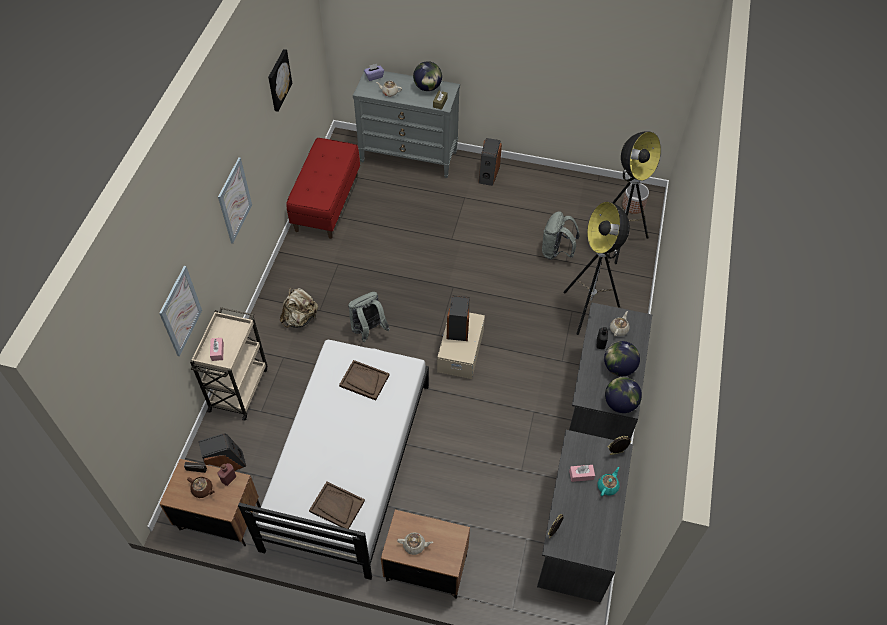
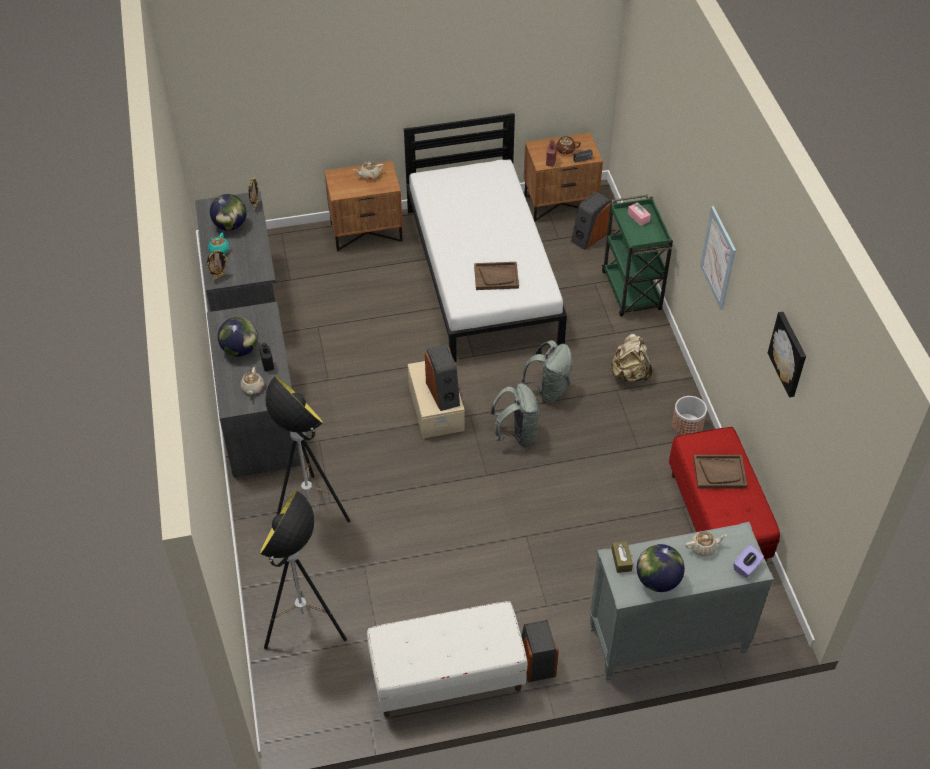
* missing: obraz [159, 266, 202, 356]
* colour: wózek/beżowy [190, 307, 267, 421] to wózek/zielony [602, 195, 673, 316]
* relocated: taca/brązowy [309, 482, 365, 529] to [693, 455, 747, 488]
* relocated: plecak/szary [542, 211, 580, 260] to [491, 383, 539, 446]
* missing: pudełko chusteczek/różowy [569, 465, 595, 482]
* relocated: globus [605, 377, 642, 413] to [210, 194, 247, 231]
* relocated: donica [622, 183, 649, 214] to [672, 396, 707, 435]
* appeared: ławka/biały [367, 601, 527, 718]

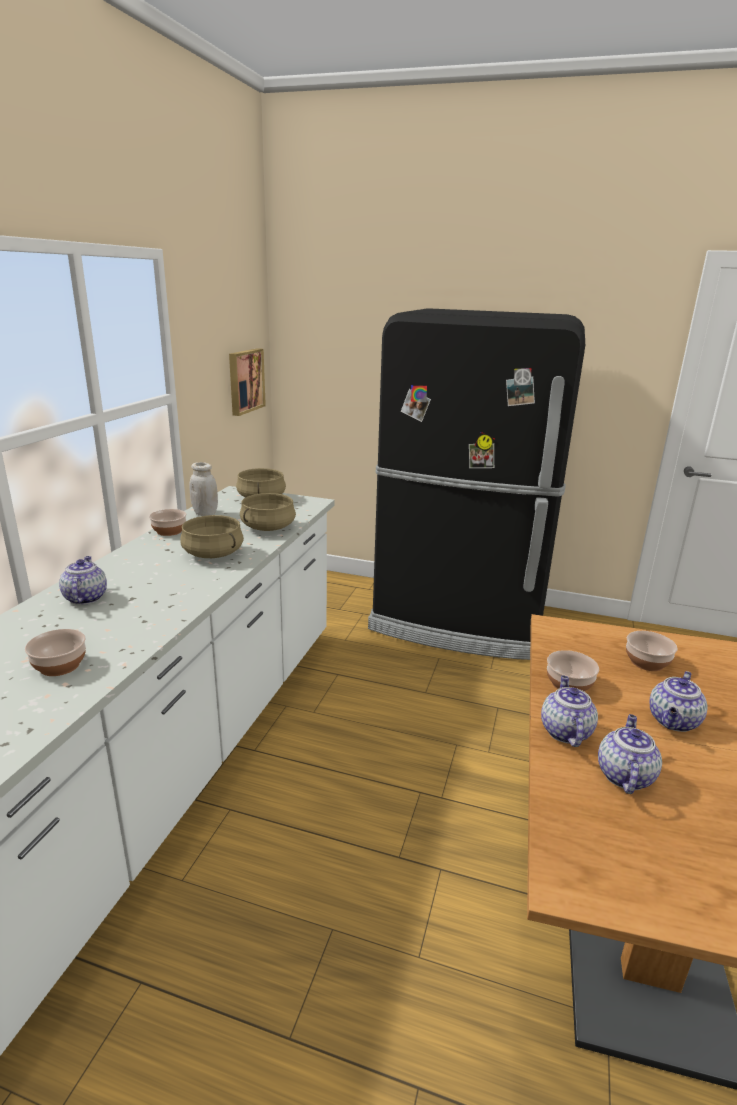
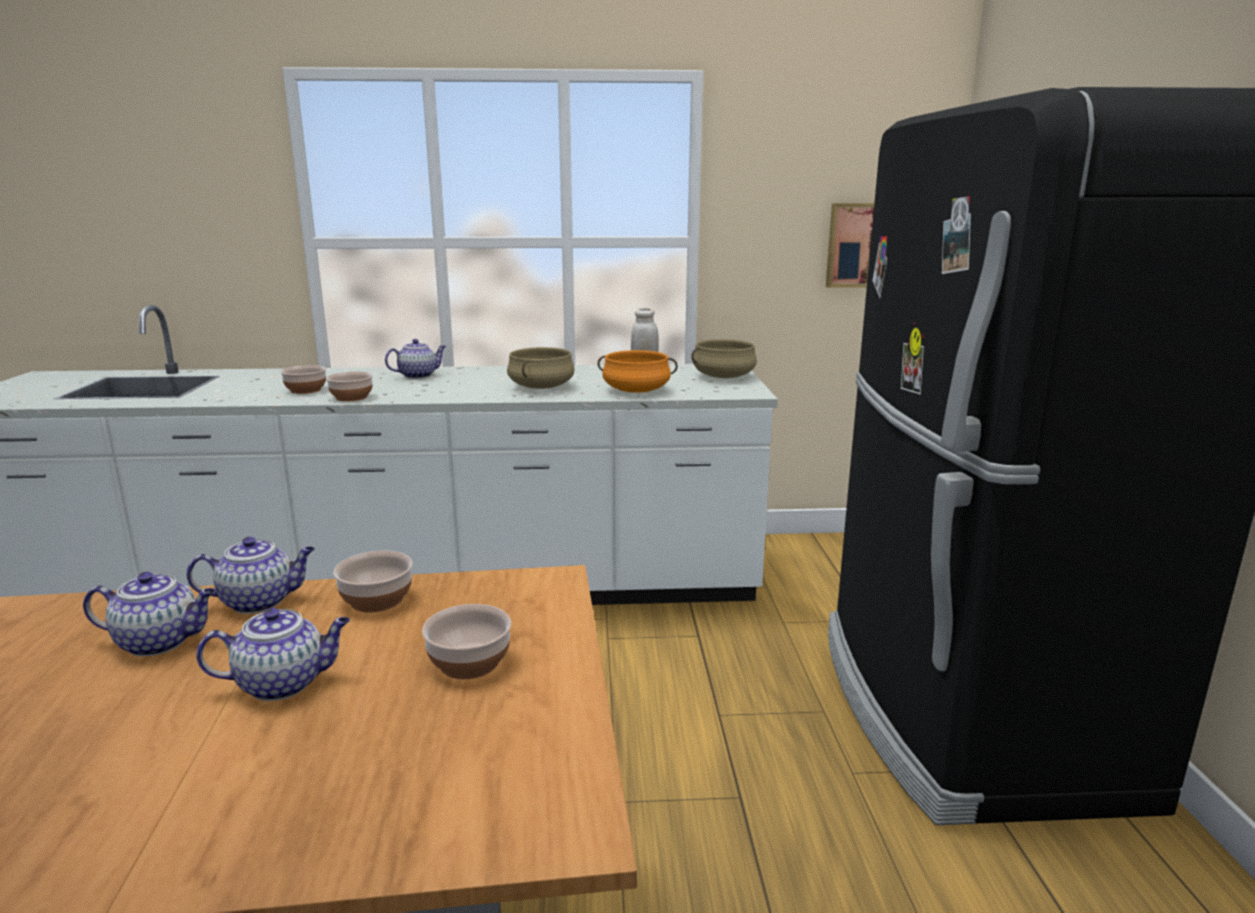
* relocated: miska [149, 509, 186, 536] to [326, 371, 373, 401]
* colour: garnek/beżowy [240, 493, 296, 531] to garnek/pomarańczowy [598, 350, 678, 393]
* spun: imbryk [650, 671, 708, 732] = [196, 608, 350, 701] 150 degrees clockwise

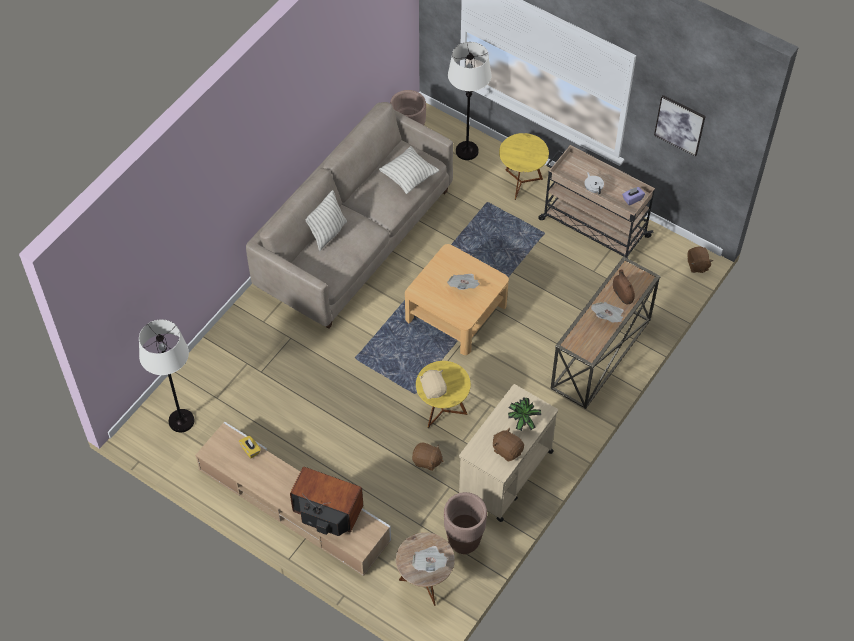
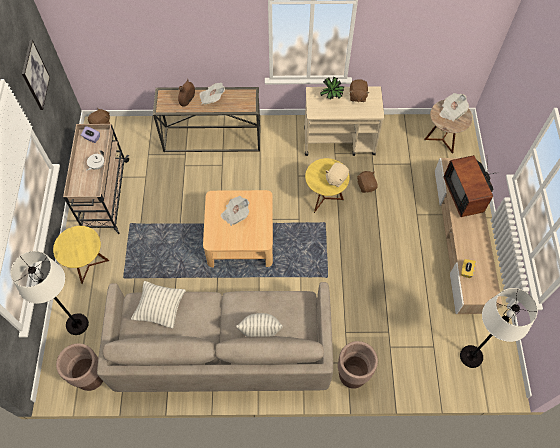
* relocated: donica/brązowy [444, 492, 487, 554] to [338, 341, 378, 389]

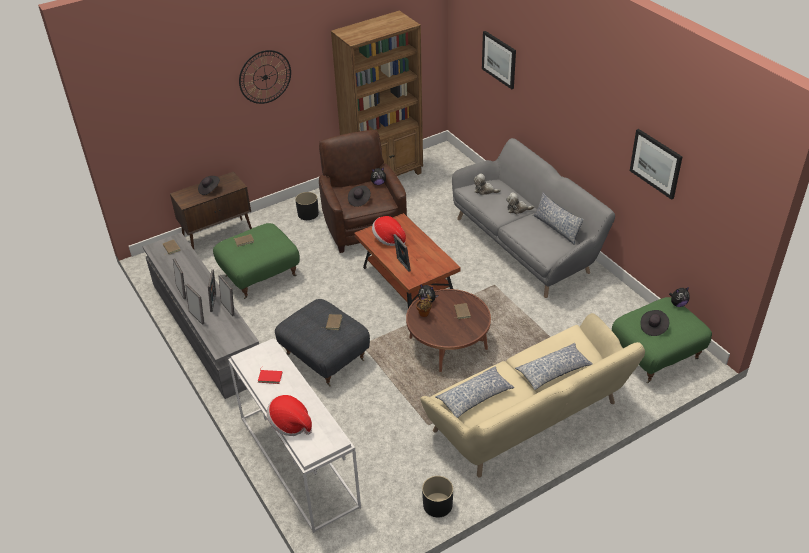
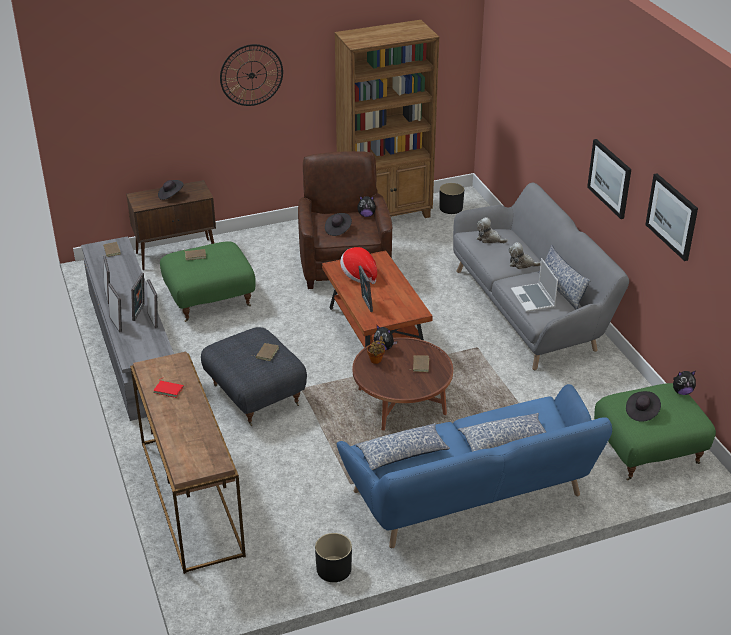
* colour: stolik konsolowy/biały [228, 338, 361, 533] to stolik konsolowy/brązowy [130, 352, 246, 574]
* missing: kapelusz [267, 395, 312, 436]
* relocated: donica/czarny [295, 192, 319, 220] to [439, 183, 464, 214]
* colour: kanapa/beżowy [420, 313, 645, 477] to kanapa/niebieski [337, 384, 612, 548]
* relocated: obraz [482, 31, 516, 89] to [587, 139, 631, 219]
* appeared: laptop [511, 258, 558, 312]

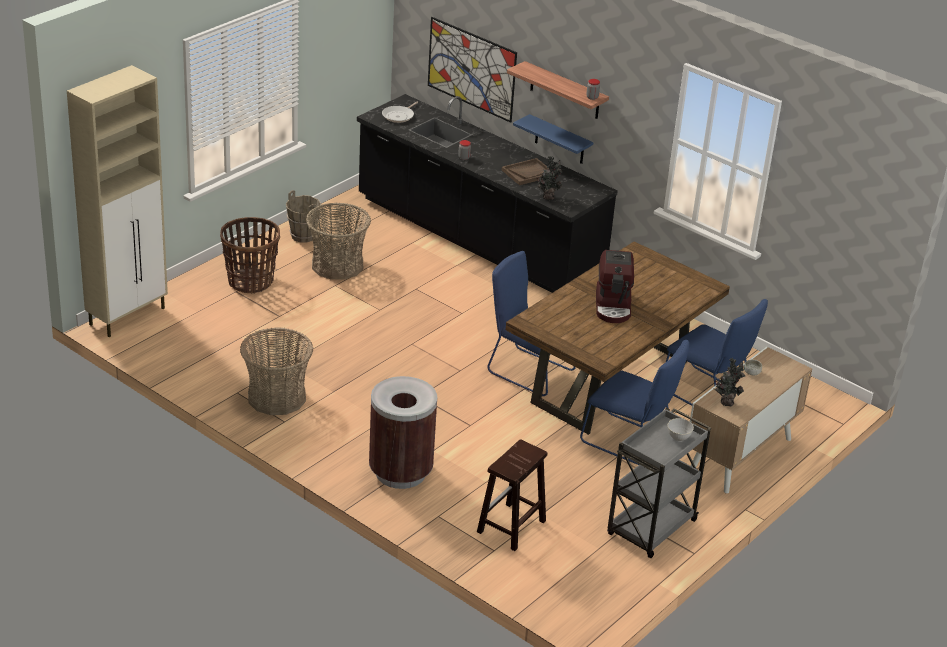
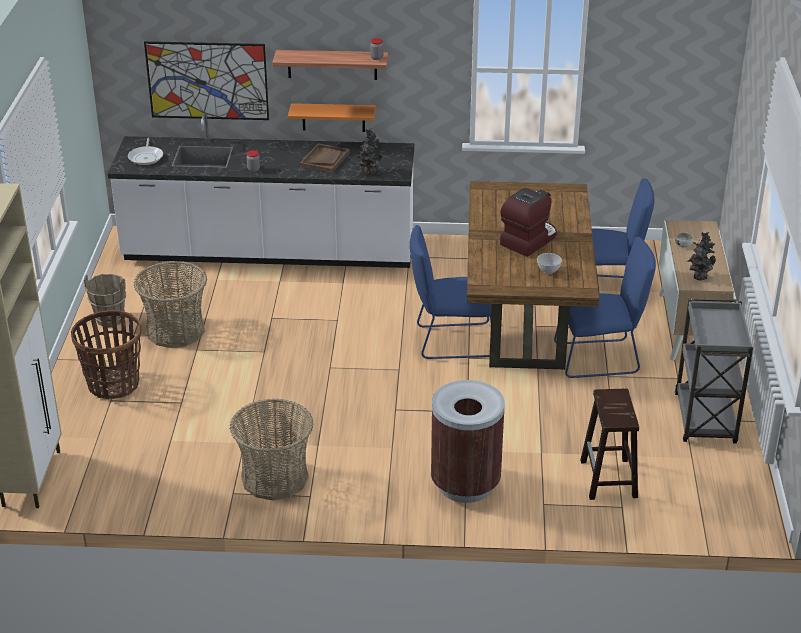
* colour: zabudowa kuchenna/czarny [357, 94, 618, 293] to zabudowa kuchenna/biały [108, 113, 415, 268]
* colour: półka/niebieski [513, 114, 594, 164] to półka/pomarańczowy [288, 103, 376, 132]
* spun: ekspres do kawy [596, 250, 634, 323] = [500, 188, 557, 257] 105 degrees counterclockwise
* relocated: miska/szary [668, 418, 694, 441] to [537, 253, 562, 274]

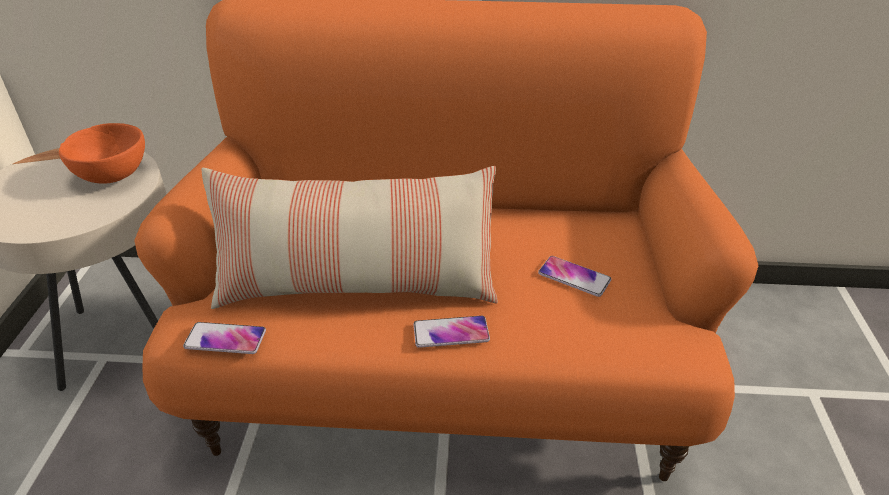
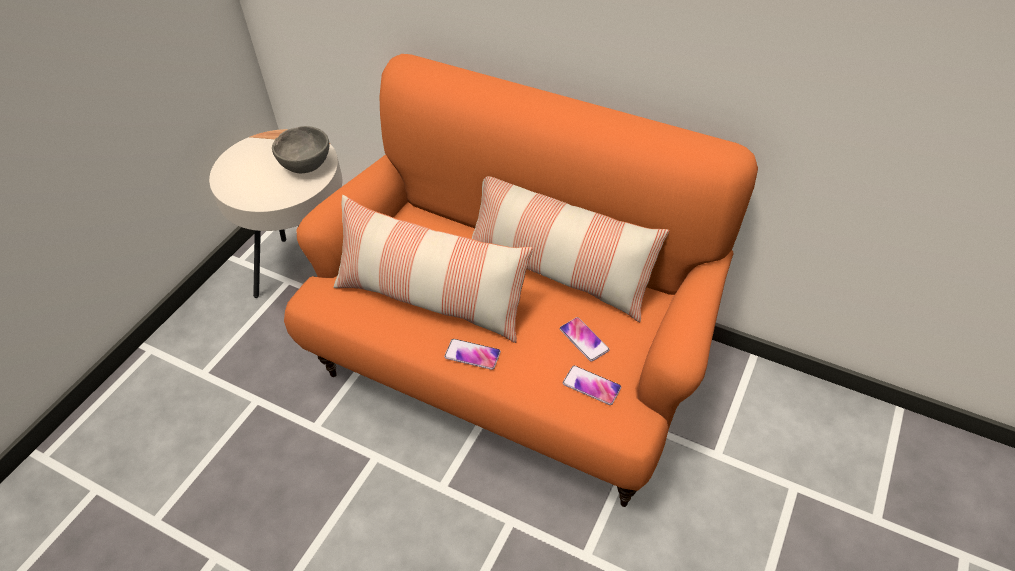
* colour: miska/pomarańczowy [59, 123, 145, 184] to miska/szary [272, 126, 329, 173]
* relocated: telefon [183, 322, 266, 354] to [563, 365, 621, 405]
* appeared: poduszka [472, 176, 669, 323]

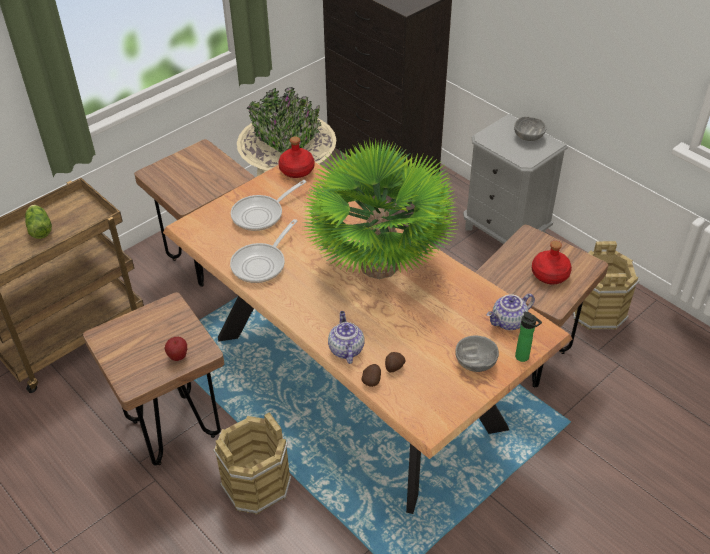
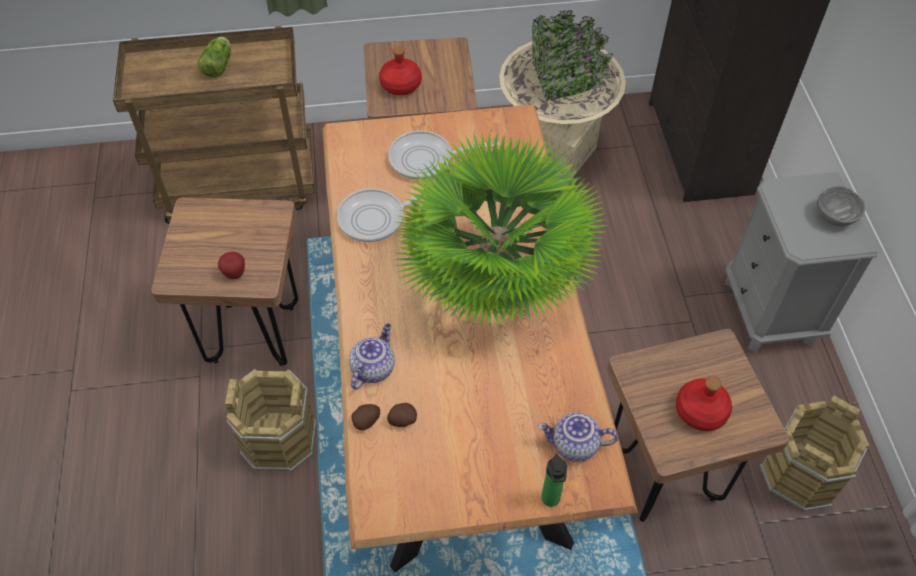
* relocated: butelka/czerwony [278, 136, 314, 178] to [379, 46, 421, 95]
* missing: miska/szary [455, 335, 499, 372]

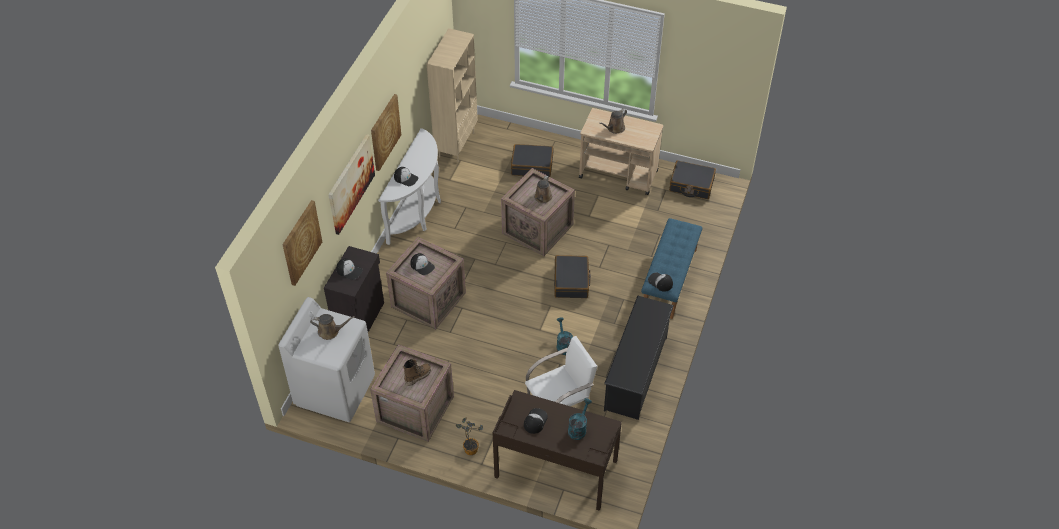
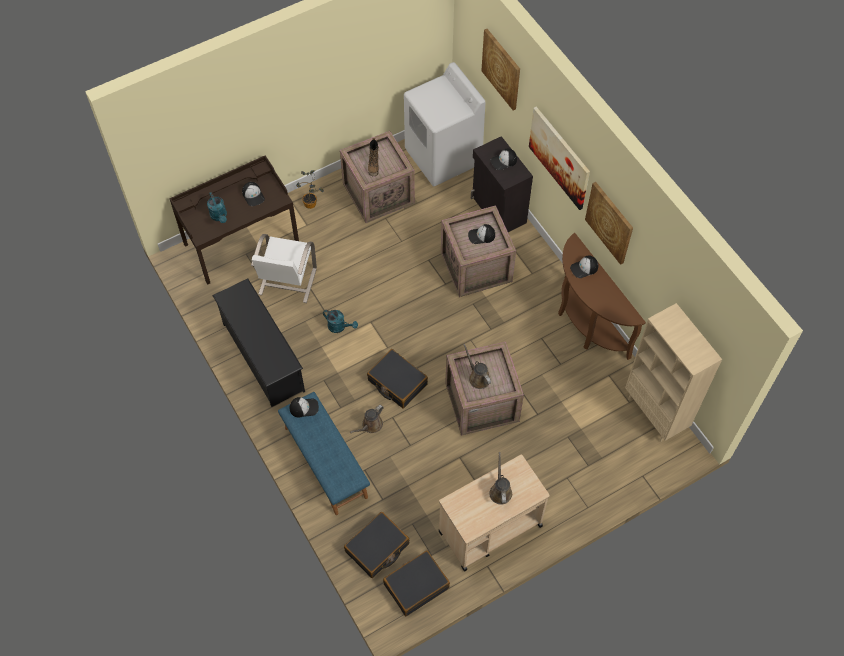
* relocated: konewka/brązowy [310, 314, 355, 340] to [350, 405, 384, 433]
* colour: stolik konsolowy/biały [378, 128, 441, 245] to stolik konsolowy/brązowy [558, 233, 646, 360]
* relocated: walizka/czarny [511, 144, 554, 177] to [344, 512, 409, 578]

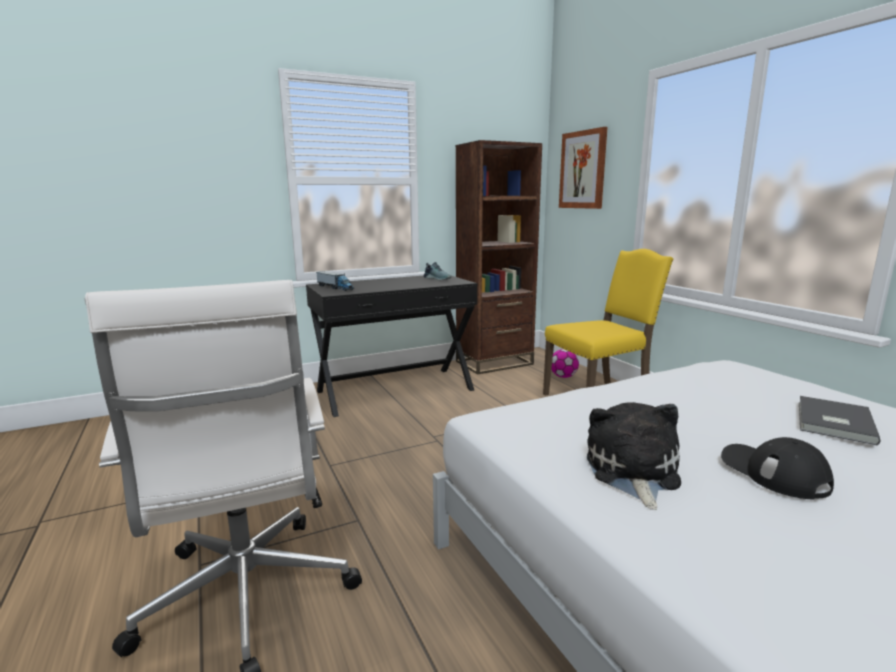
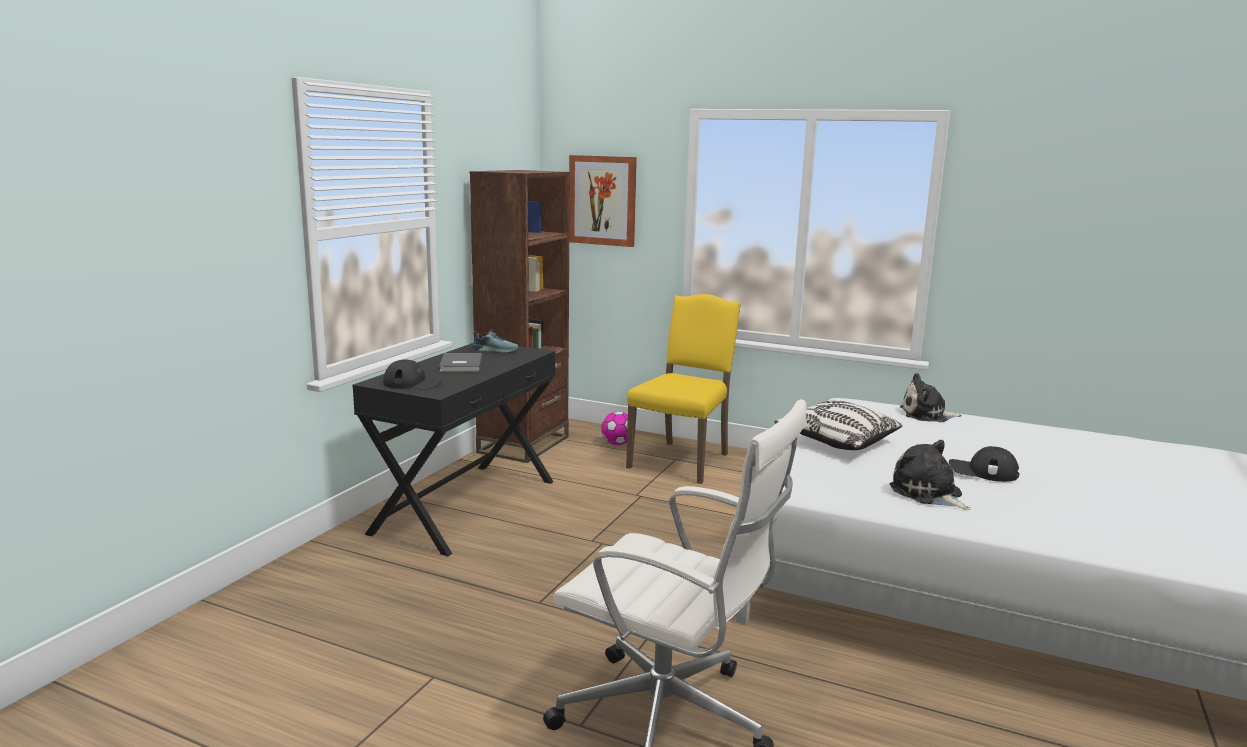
* exchanged: ciężarówka zabawkowa [317, 271, 354, 291] to czapka z daszkiem/czarny [383, 360, 443, 389]
* relocated: książka/szary [799, 396, 880, 446] to [439, 353, 483, 372]
* appeared: poduszka [774, 400, 902, 450]
* appeared: pluszak [900, 373, 962, 422]

